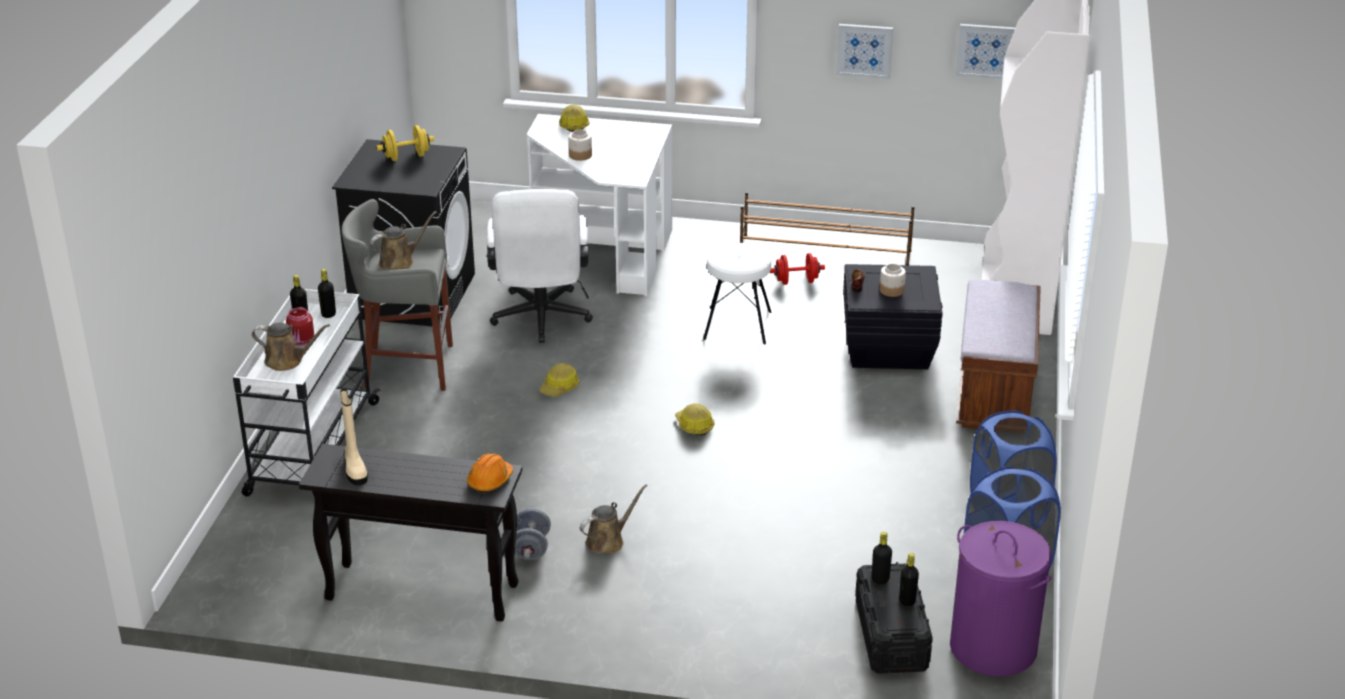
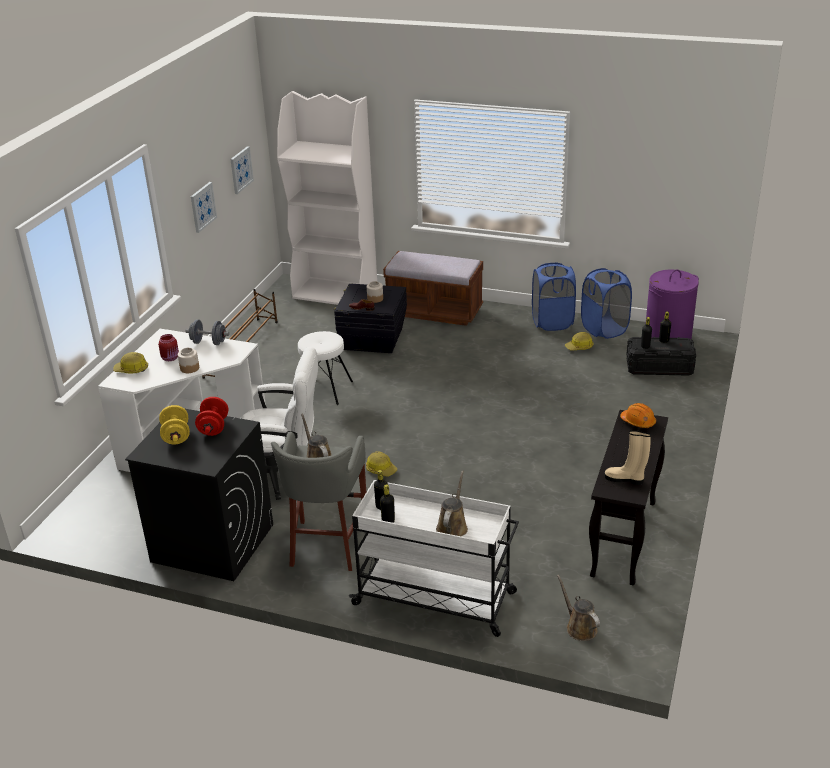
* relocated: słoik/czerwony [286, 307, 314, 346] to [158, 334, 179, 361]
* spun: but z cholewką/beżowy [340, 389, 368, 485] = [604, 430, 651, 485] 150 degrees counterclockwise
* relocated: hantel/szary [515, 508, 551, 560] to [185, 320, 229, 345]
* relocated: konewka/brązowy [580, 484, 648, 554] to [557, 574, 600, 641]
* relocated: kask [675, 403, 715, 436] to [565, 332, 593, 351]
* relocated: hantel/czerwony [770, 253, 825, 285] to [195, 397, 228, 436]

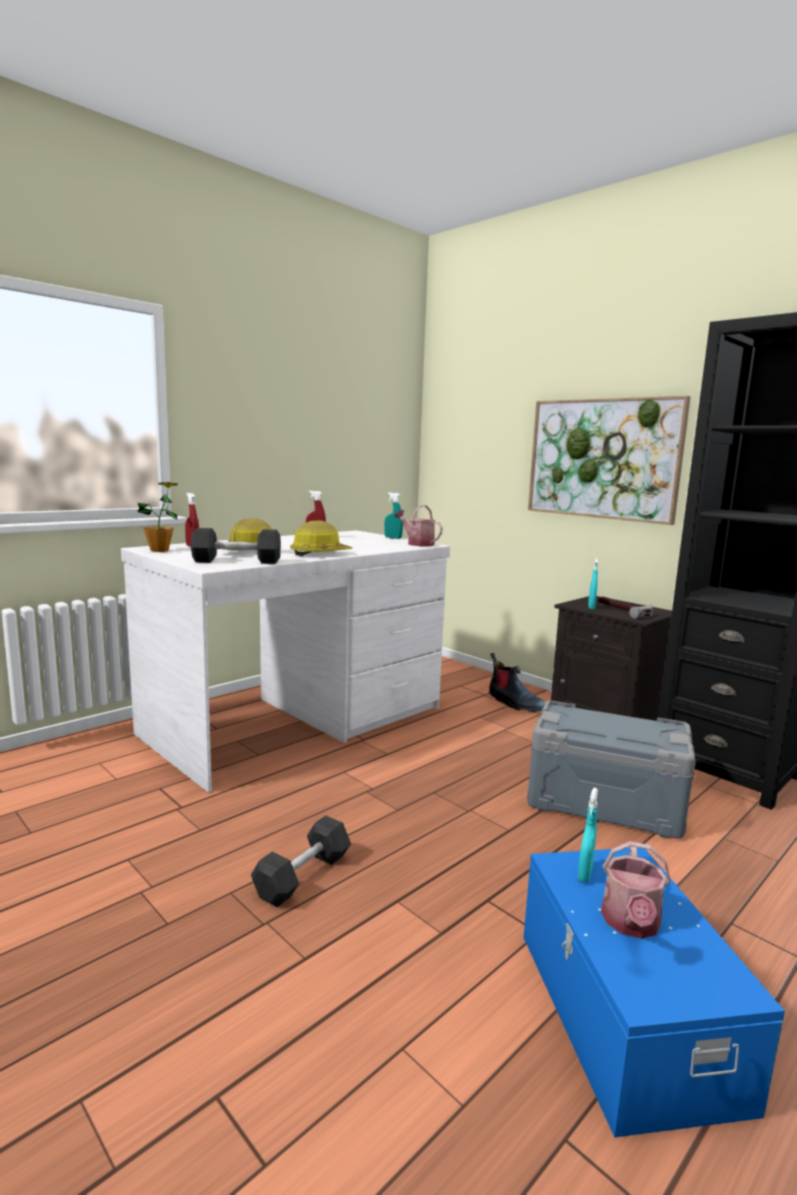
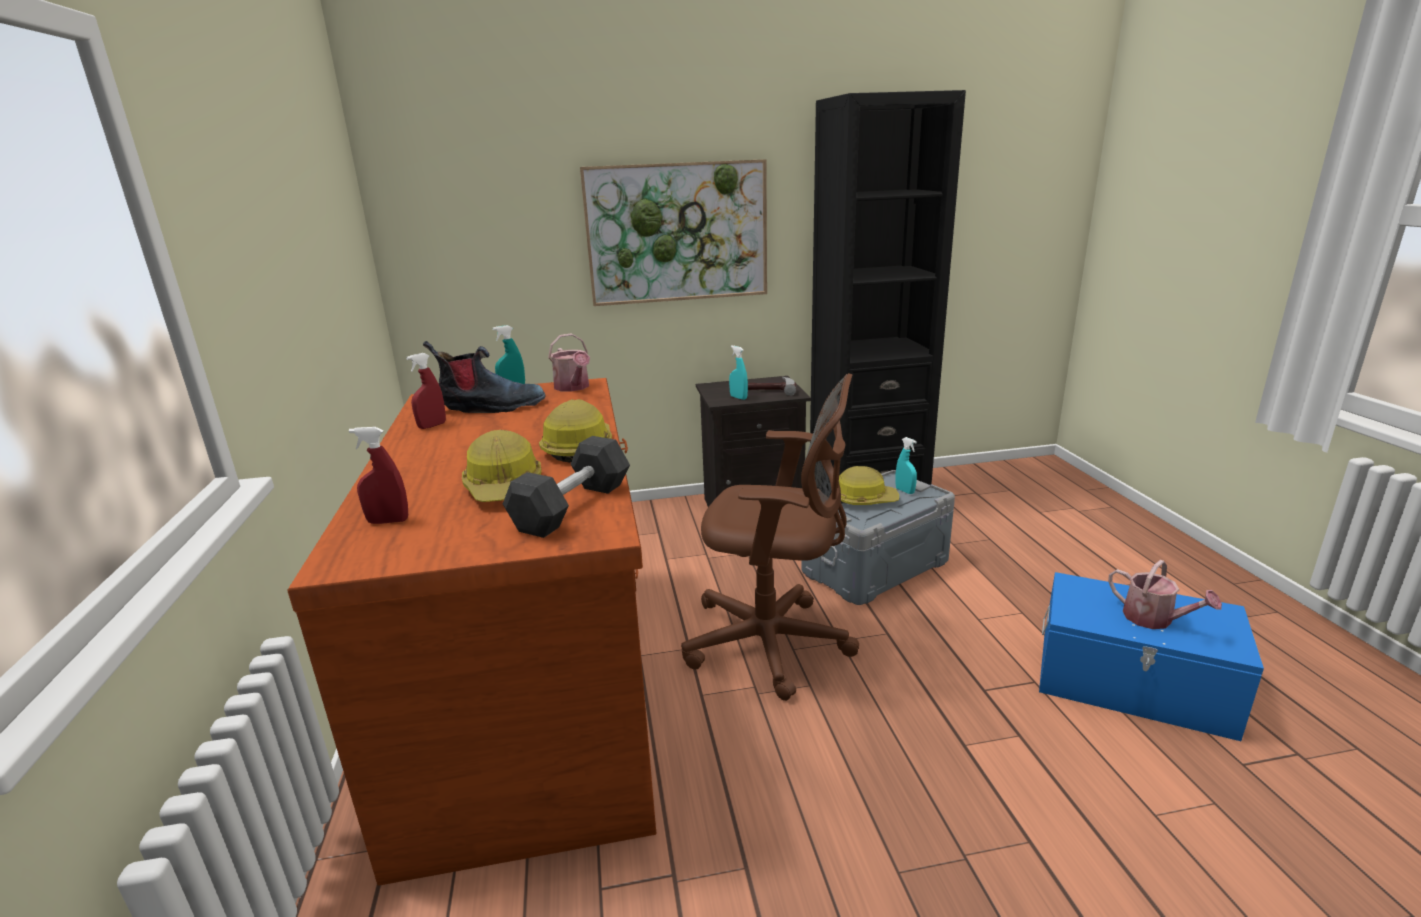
* colour: biurko/biały [121, 530, 450, 793] to biurko/brązowy [287, 378, 656, 886]
* missing: roślina doniczkowa [137, 482, 178, 552]
* missing: hantel/szary [251, 816, 351, 908]
* spun: konewka [394, 505, 443, 546] = [548, 333, 590, 392] 105 degrees counterclockwise
* relocated: but z cholewką [489, 653, 545, 712] to [423, 341, 546, 413]
* relocated: spryskiwacz/turkusowy [578, 788, 598, 882] to [895, 437, 917, 494]
* appeared: krzesło biurowe/brązowy [681, 373, 859, 701]
* appeared: kask [839, 466, 899, 505]

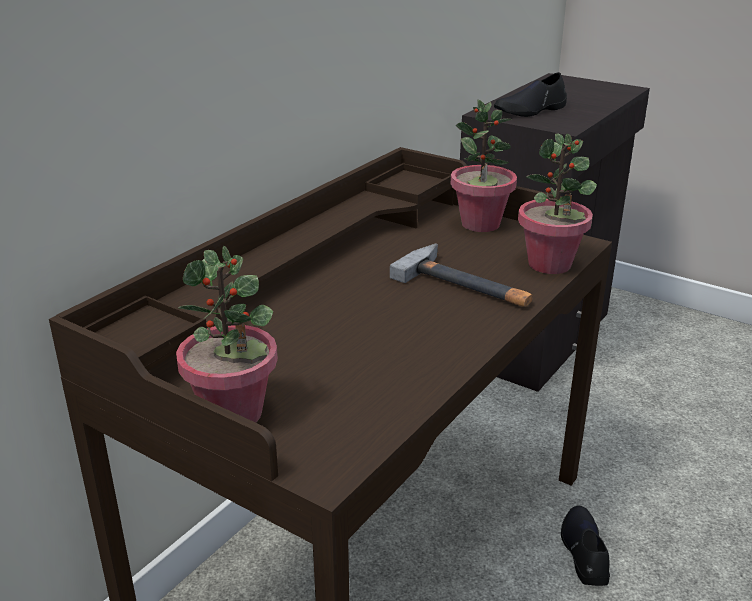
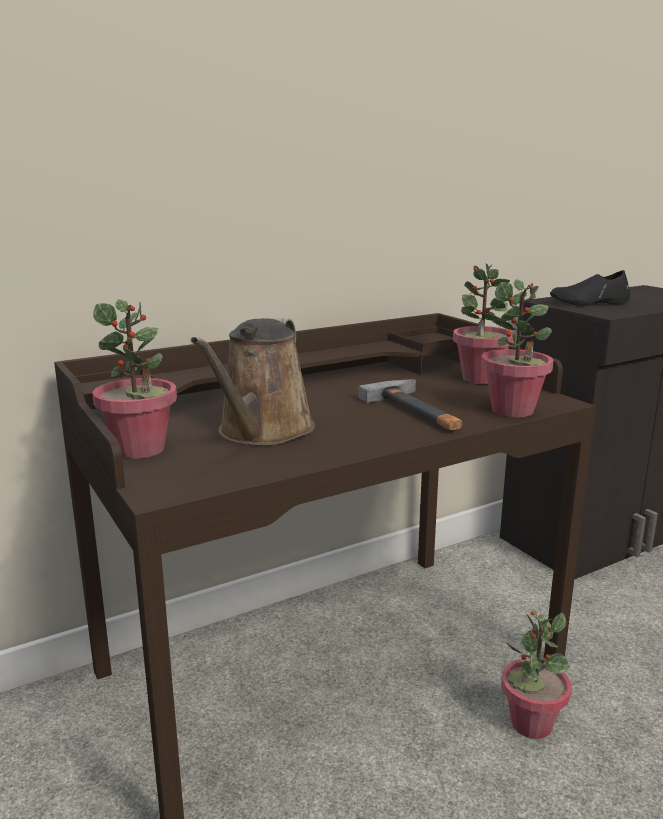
* exchanged: but/czarny [561, 506, 610, 586] to roślina doniczkowa [501, 610, 572, 739]
* appeared: konewka/brązowy [191, 318, 315, 446]

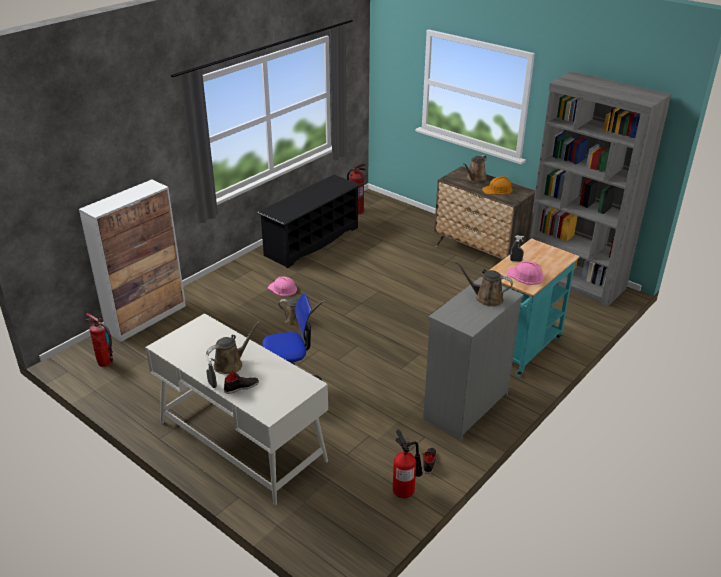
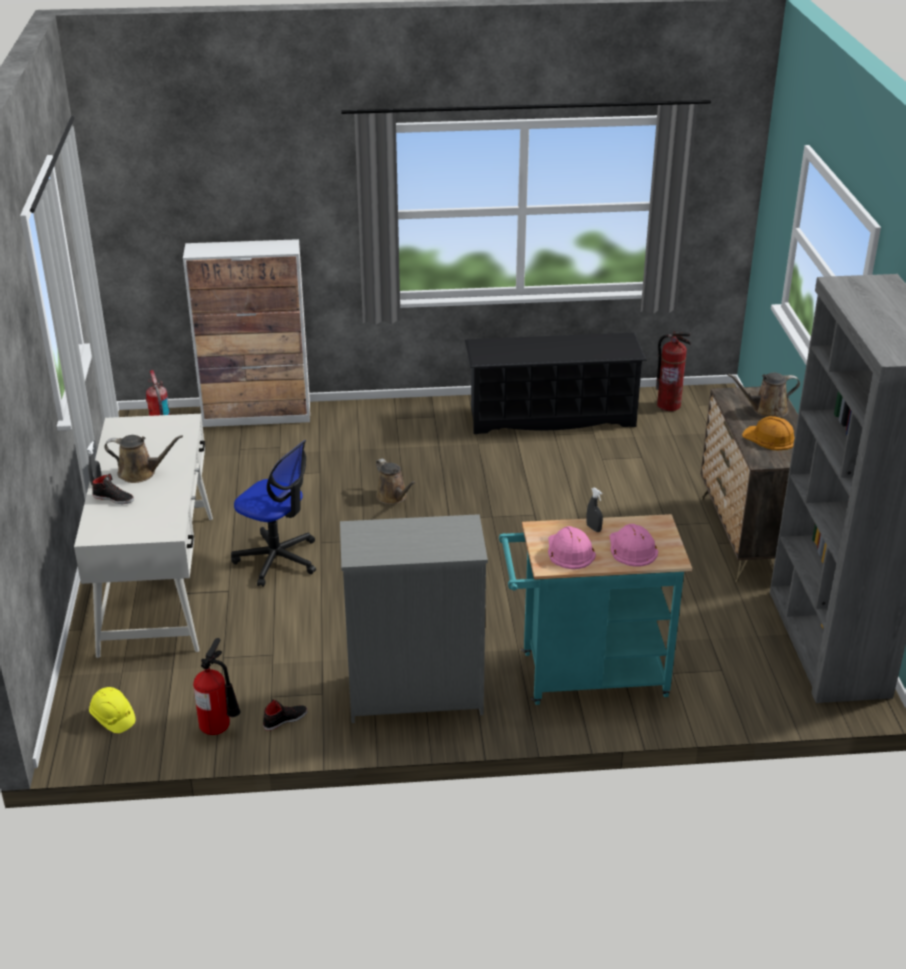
* relocated: kask/różowy [268, 277, 297, 296] to [610, 524, 658, 567]
* missing: konewka/brązowy [455, 261, 513, 307]
* appeared: kask/żółty [89, 687, 136, 733]

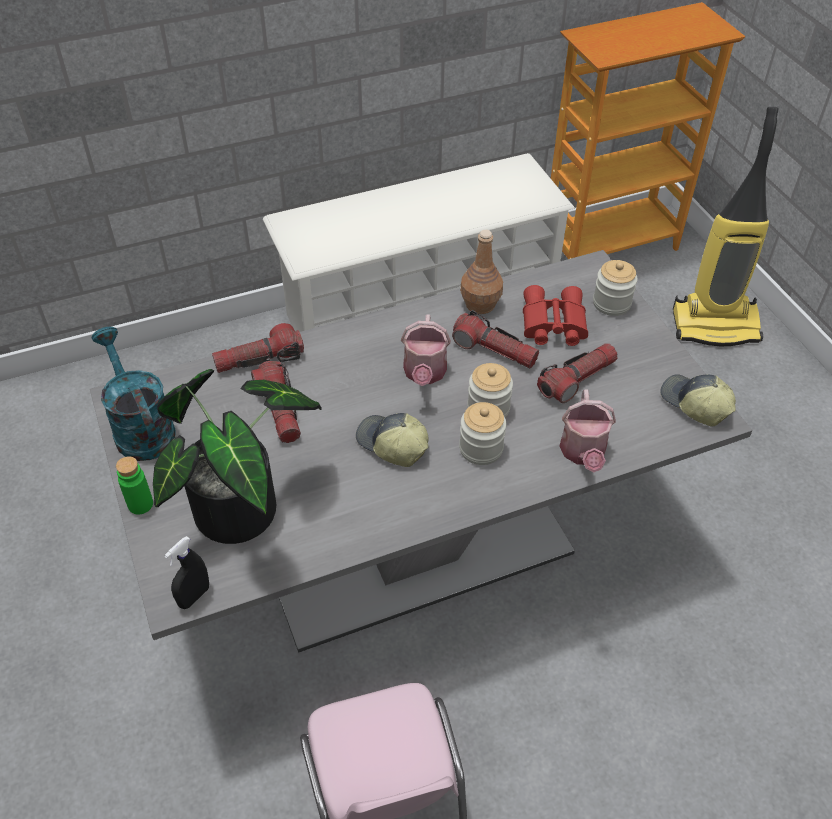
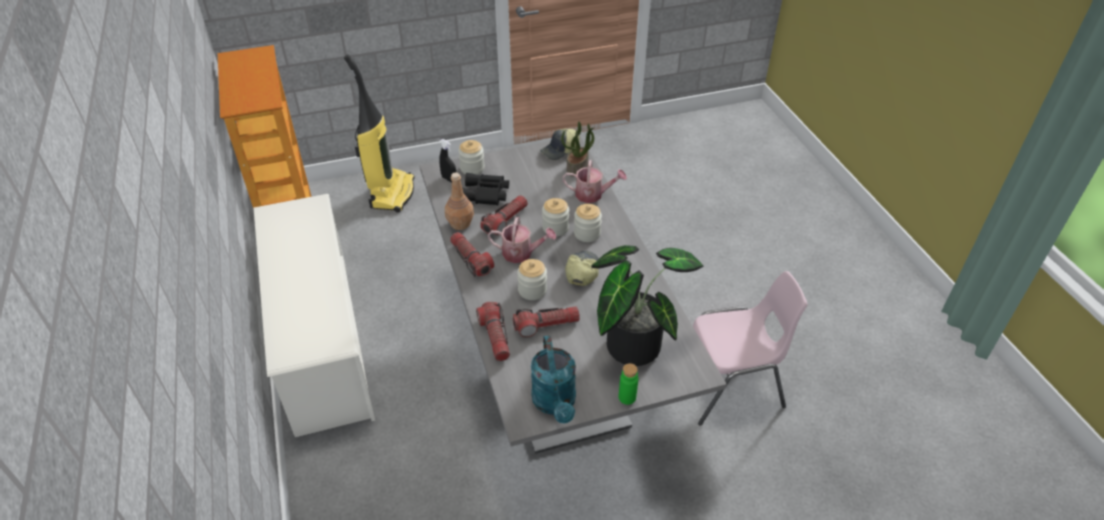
* spun: konewka/turkusowy [91, 327, 176, 461] = [531, 335, 576, 423] 75 degrees counterclockwise
* relocated: spryskiwacz/czarny [164, 536, 209, 609] to [439, 139, 456, 182]
* spun: czapka z daszkiem [356, 413, 429, 467] = [565, 251, 599, 286] 150 degrees clockwise
* colour: lornetka/czerwony [523, 285, 588, 346] to lornetka/czarny [462, 173, 509, 205]
* relocated: latarka [537, 343, 618, 403] to [450, 232, 494, 277]
* appeared: słoik [517, 259, 547, 300]
* appeared: roślina doniczkowa [561, 121, 594, 177]

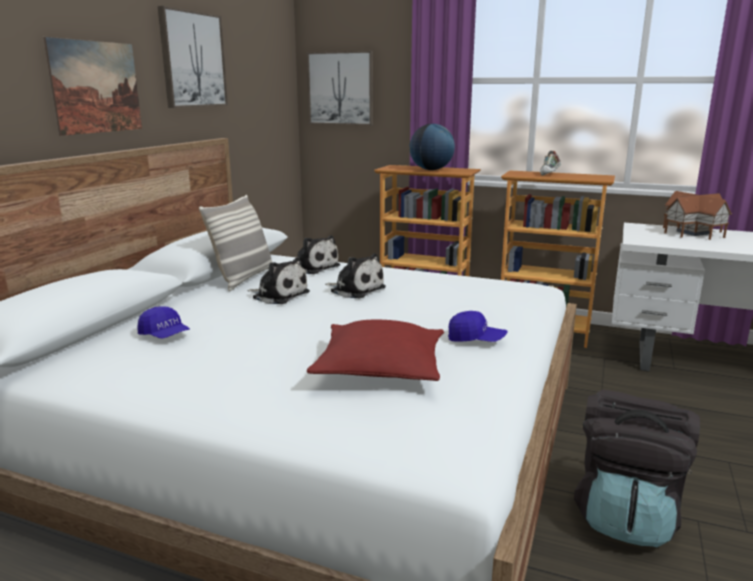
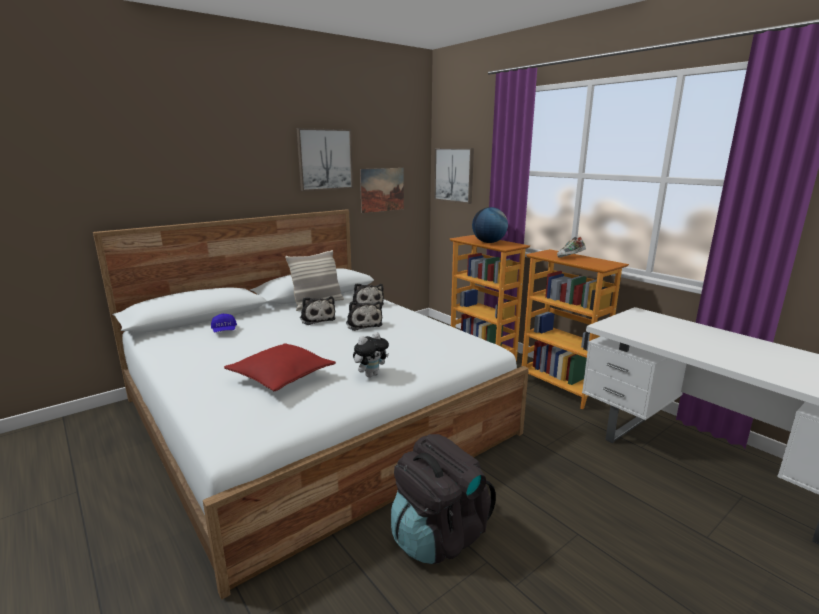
* relocated: obraz [43, 37, 142, 136] to [360, 168, 404, 213]
* exchanged: czapka z daszkiem/niebieski [448, 311, 508, 342] to pluszak [353, 332, 389, 377]
* missing: domek [663, 191, 732, 240]

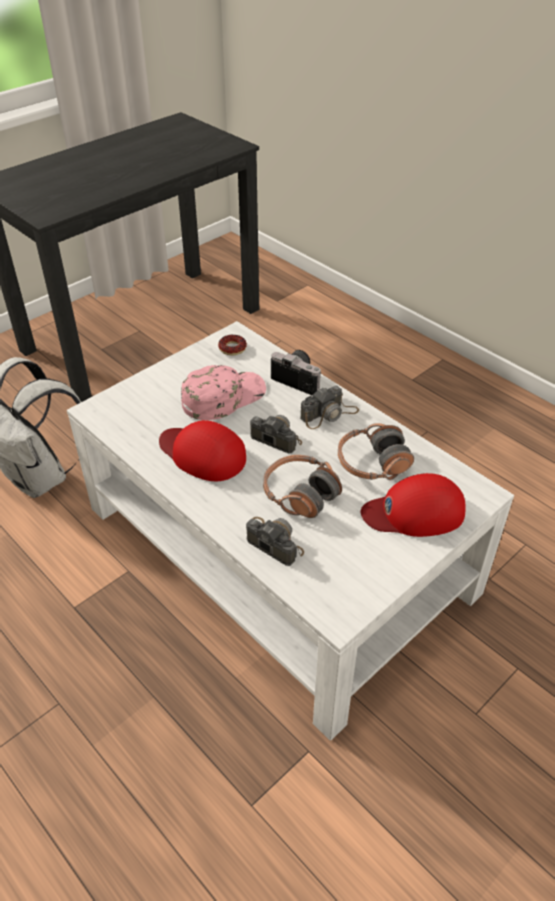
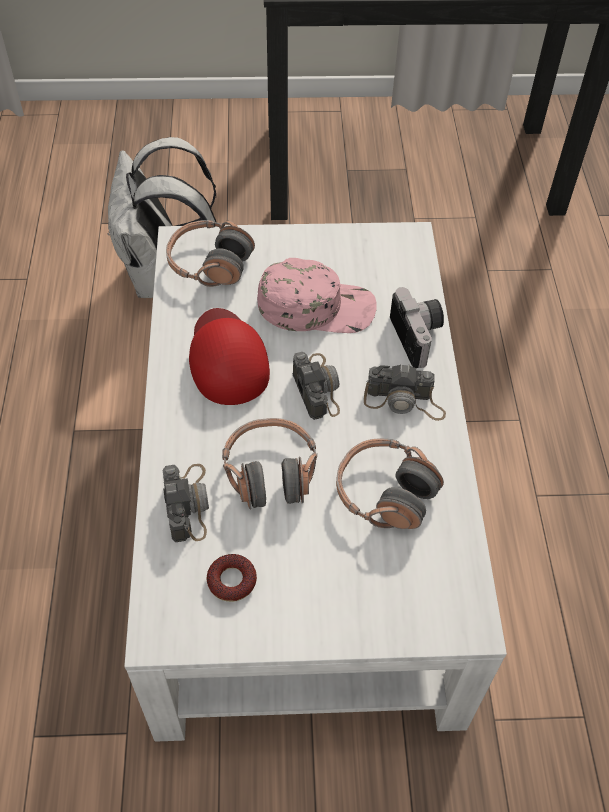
* relocated: donut [218, 335, 247, 355] to [207, 554, 257, 602]
* missing: czapka z daszkiem/czerwony [361, 473, 466, 537]
* appeared: słuchawki [166, 220, 255, 287]

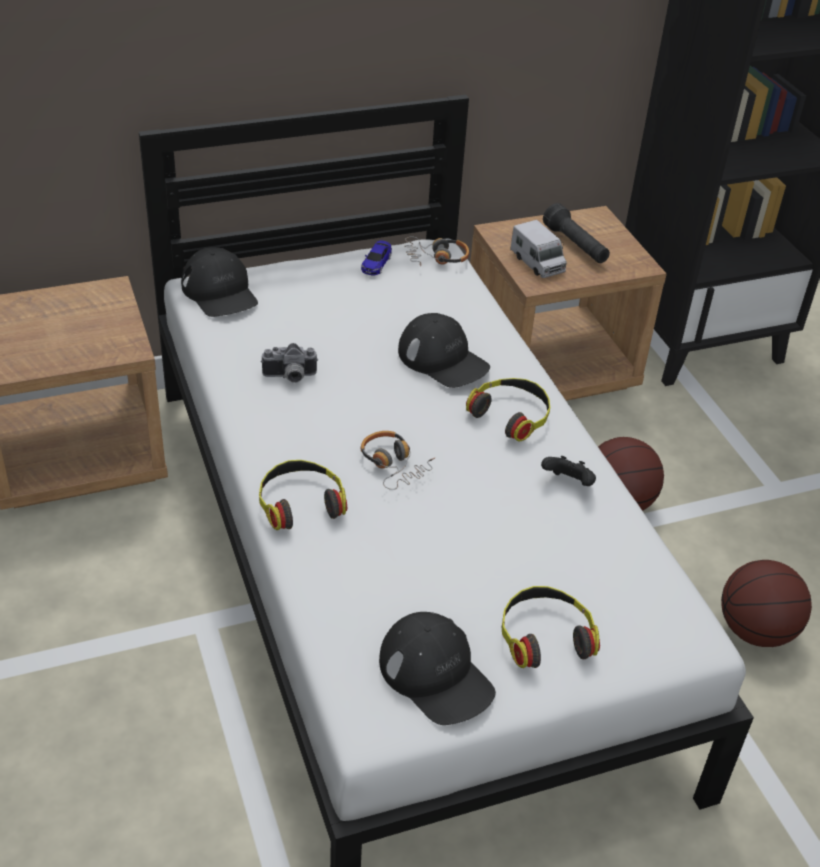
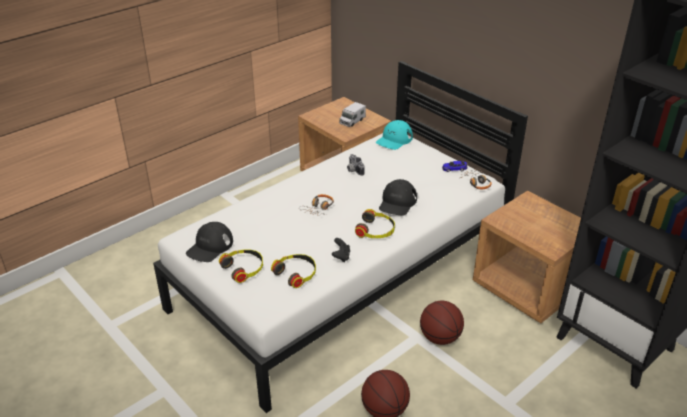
* colour: czapka z daszkiem/czarny [181, 247, 258, 317] to czapka z daszkiem/turkusowy [376, 120, 413, 150]
* relocated: słuchawki [259, 460, 347, 530] to [271, 254, 316, 288]
* relocated: ciężarówka zabawkowa [510, 220, 567, 278] to [339, 102, 366, 127]
* missing: latarka/czarny [543, 203, 610, 263]

